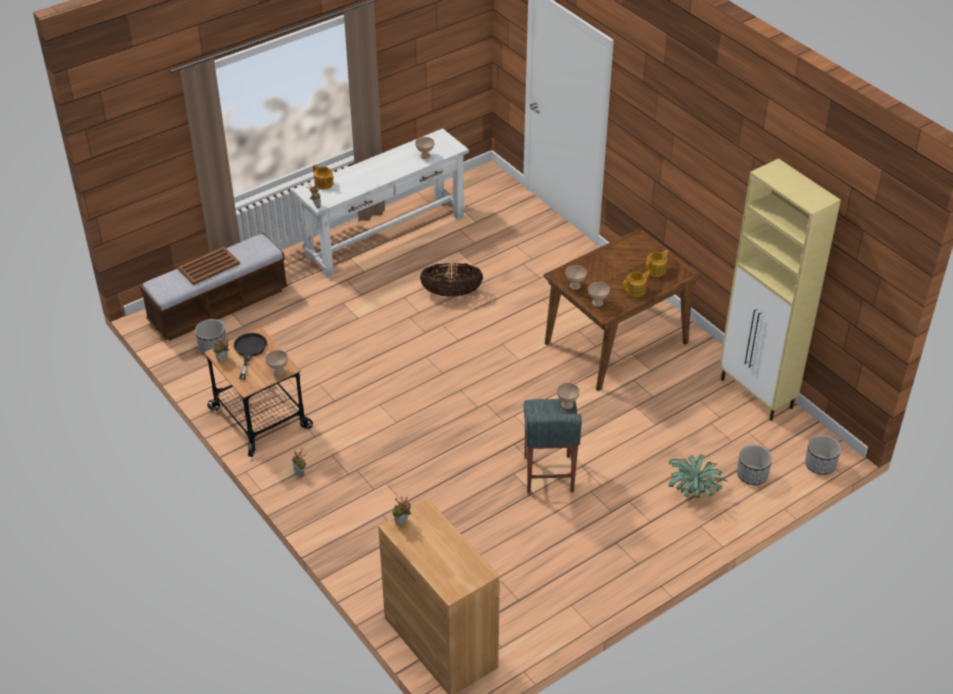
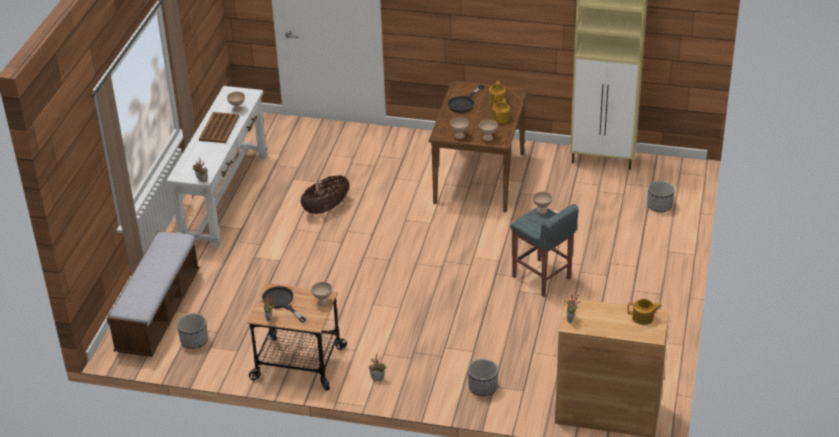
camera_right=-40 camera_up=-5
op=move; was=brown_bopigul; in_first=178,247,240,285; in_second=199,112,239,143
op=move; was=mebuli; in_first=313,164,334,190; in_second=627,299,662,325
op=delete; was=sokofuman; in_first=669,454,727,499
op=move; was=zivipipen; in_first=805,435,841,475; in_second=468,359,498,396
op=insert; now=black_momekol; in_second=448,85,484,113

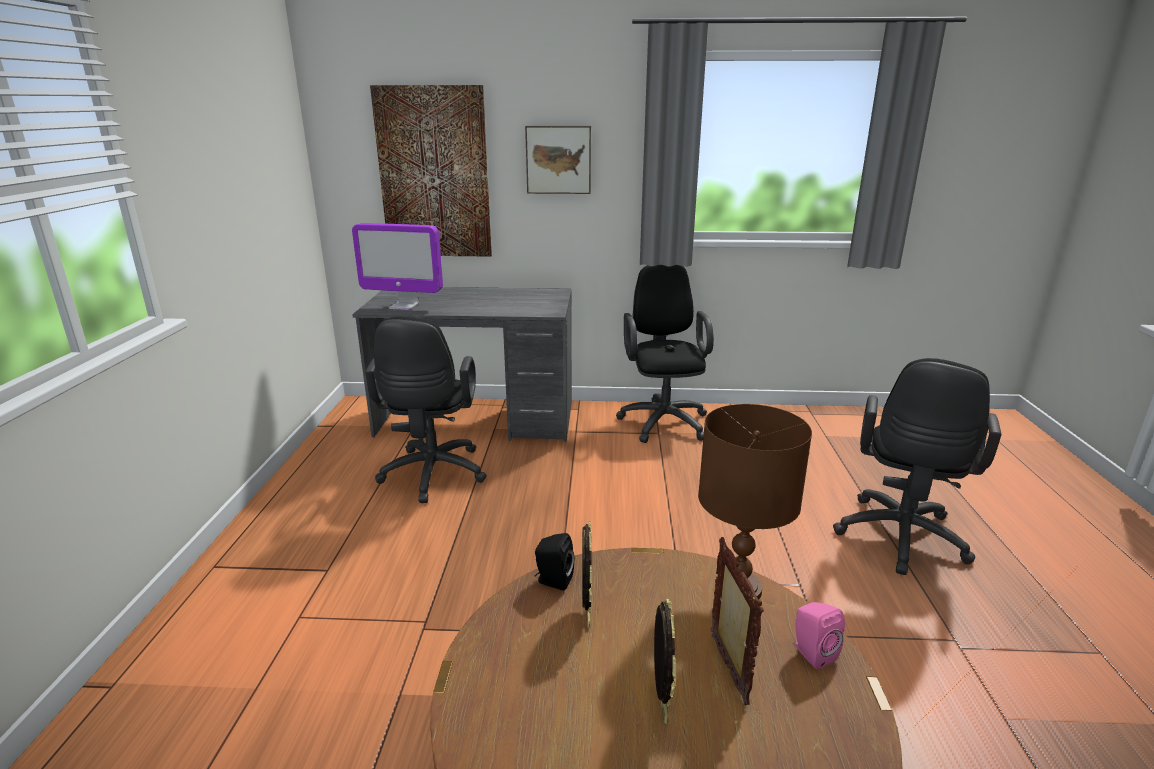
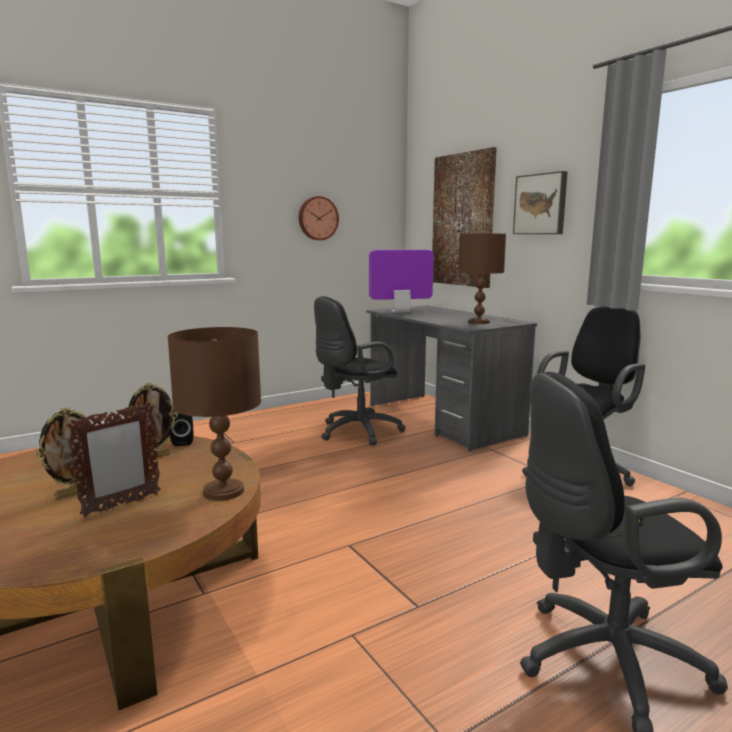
camera_right=55 camera_up=-10
op=rotate; was=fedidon; in_first=352,223,443,310; in_second=369,250,434,313; clockwise=105
op=delete; was=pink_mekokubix; in_first=794,602,845,669
op=insert; now=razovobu; in_second=299,196,339,240
op=insert; now=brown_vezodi; in_second=458,234,506,324

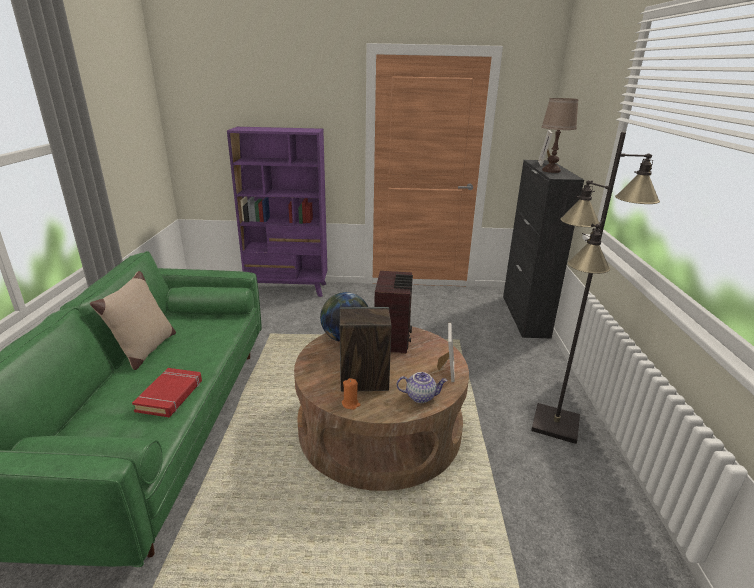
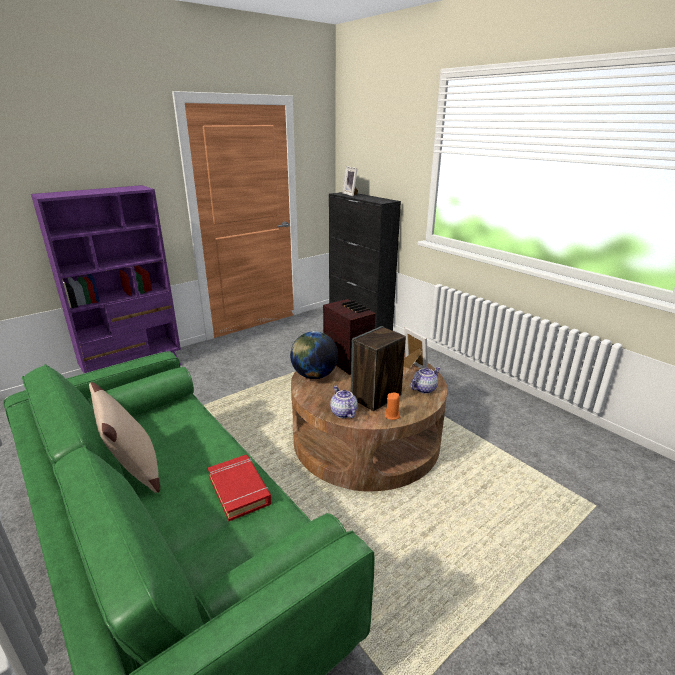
camera_right=-40 camera_up=0
op=delete; was=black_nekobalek; in_first=531,132,660,444
op=delete; was=brown_vezodi; in_first=542,98,579,173
op=insert; now=mebuli; in_second=330,386,358,418

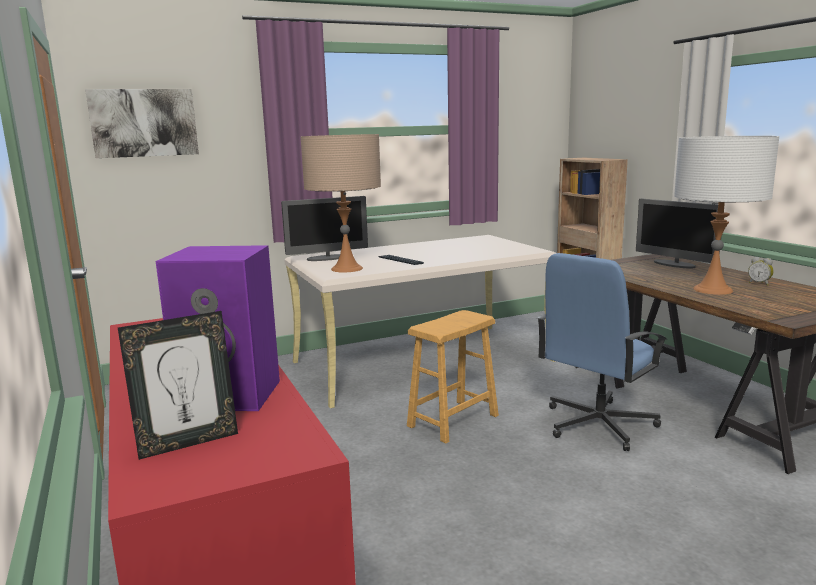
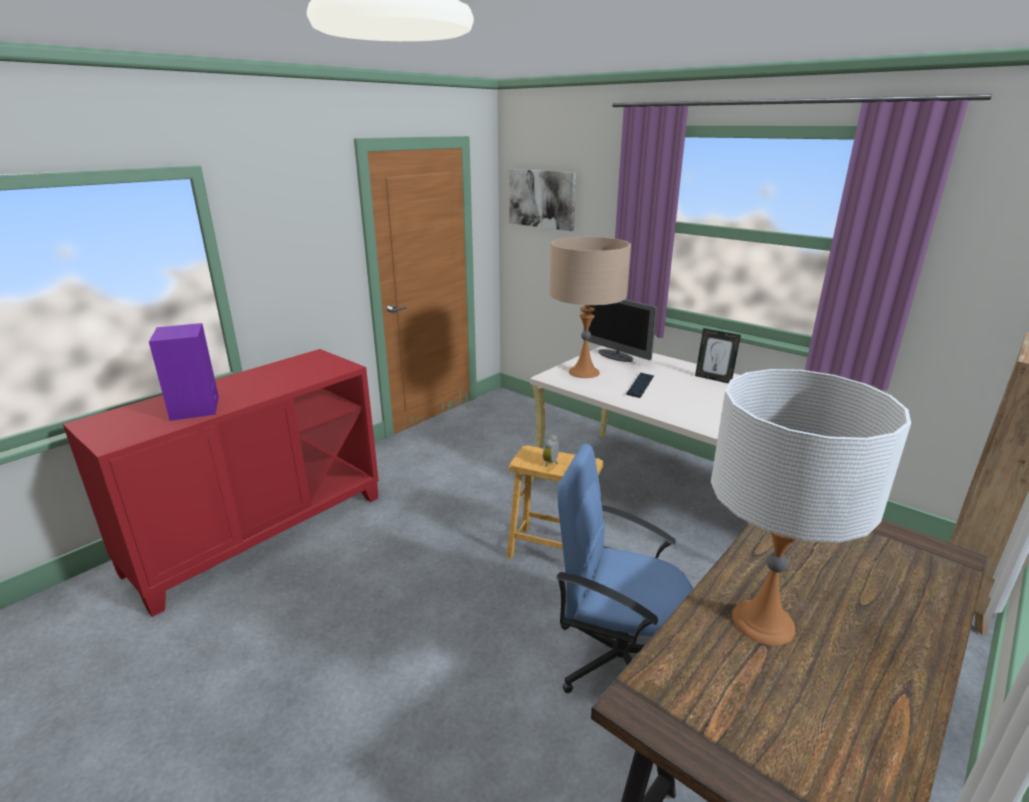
camera_right=65 camera_up=10
op=move; was=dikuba; in_first=118,311,238,460; in_second=695,328,741,383
op=delete; was=fedidon; in_first=636,199,721,269
op=move; was=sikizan; in_first=748,257,774,286; in_second=543,435,559,467

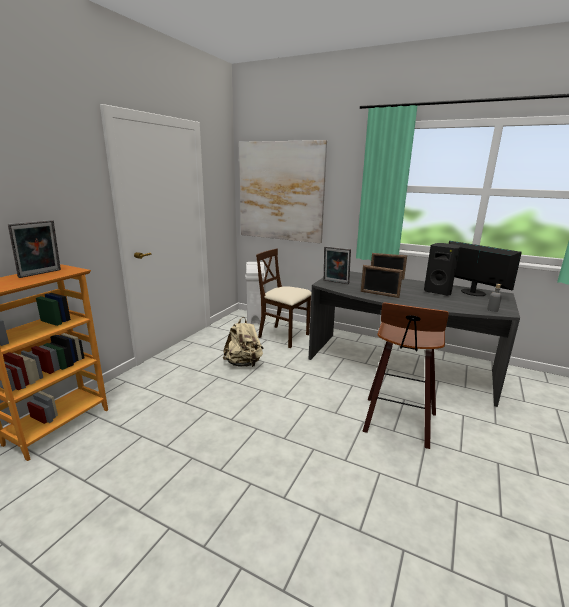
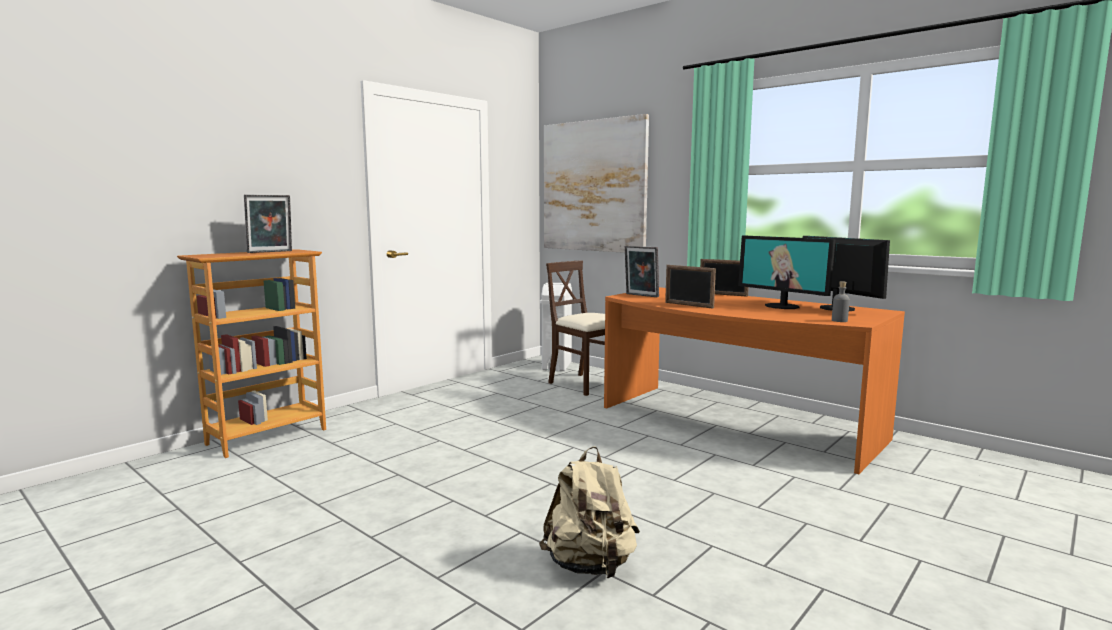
camera_right=15 camera_up=-10
op=move; was=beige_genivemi; in_first=223,317,264,367; in_second=539,446,640,578
op=recolor; was=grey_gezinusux; now=orange_gezinusux; in_first=309,271,520,407; in_second=604,287,905,474
op=delete; was=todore; in_first=362,303,449,449
op=replace; was=black_mekokubix; now=fedidon; in_first=424,243,460,296; in_second=738,235,836,309

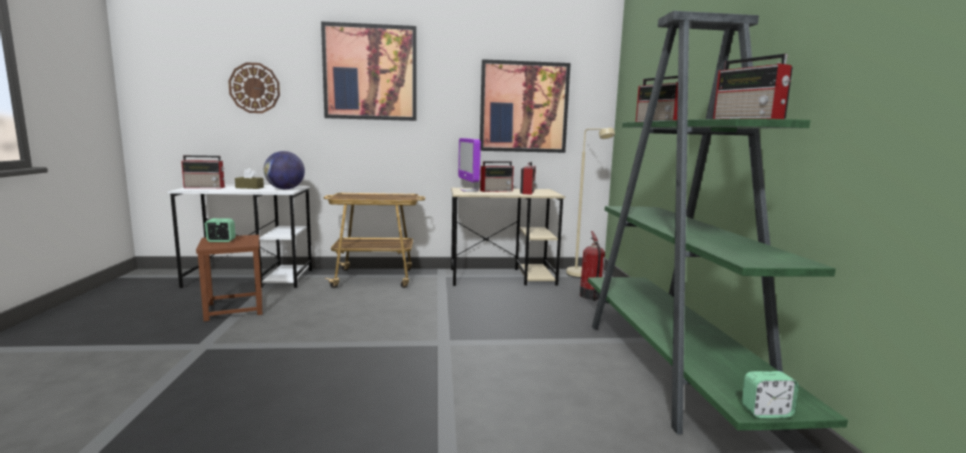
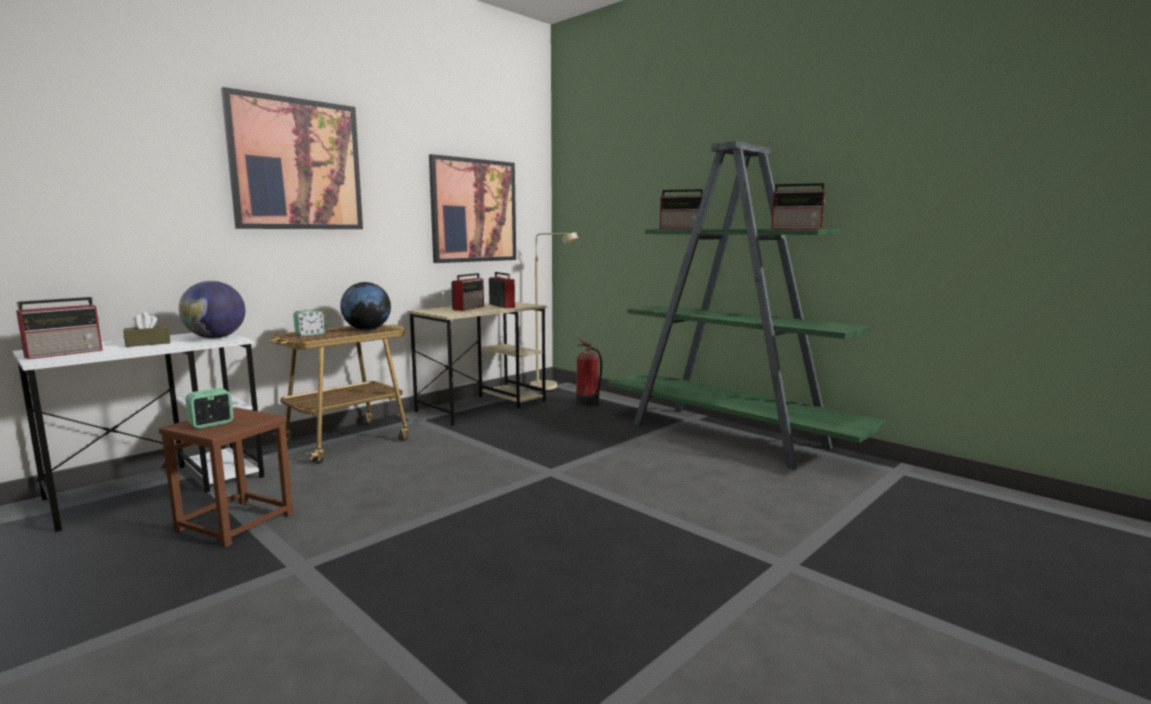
camera_right=-40 camera_up=0
op=delete; was=razovobu; in_first=228,62,280,113
op=delete; was=fedidon; in_first=458,138,481,192
op=move; was=sikizan; in_first=742,371,798,418; in_second=293,309,326,336
op=insert; now=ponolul; in_second=340,282,391,330

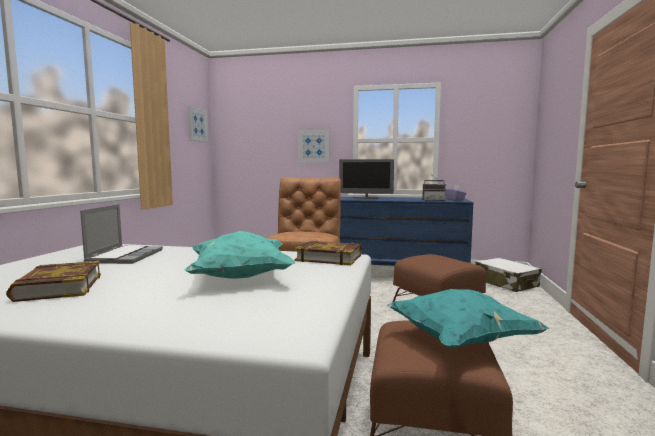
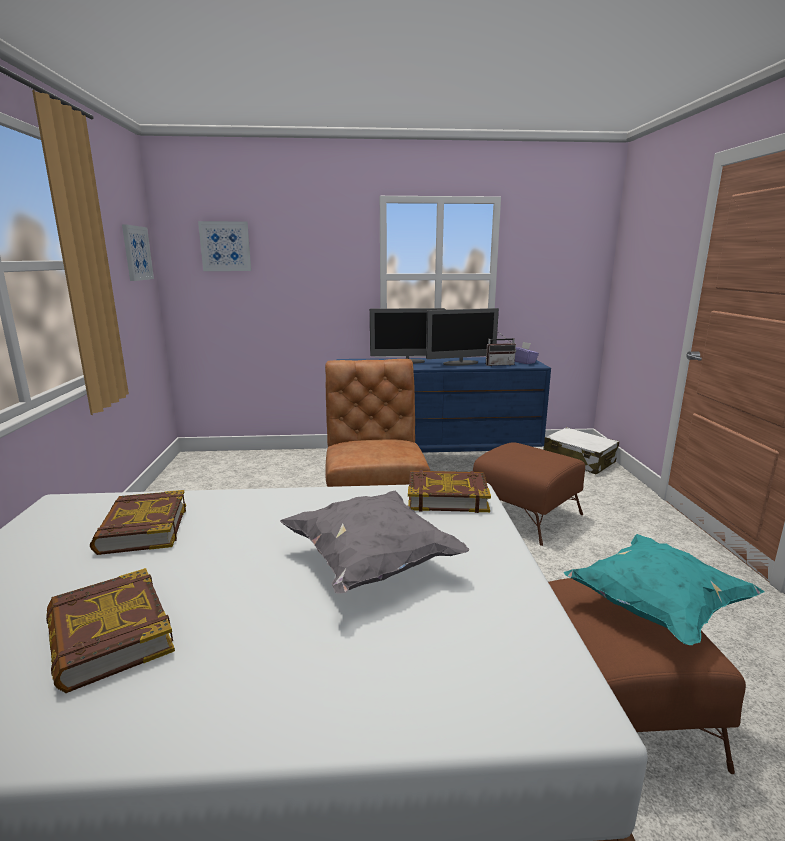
camera_right=-15 camera_up=10
op=replace; was=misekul; now=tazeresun; in_first=80,204,163,264; in_second=90,490,186,555
op=recolor; was=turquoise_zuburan; now=grey_zuburan; in_first=185,231,295,279; in_second=280,491,469,594
op=move; was=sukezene; in_first=298,130,329,162; in_second=198,221,251,271
op=insert; now=fedidon; in_second=426,308,499,366

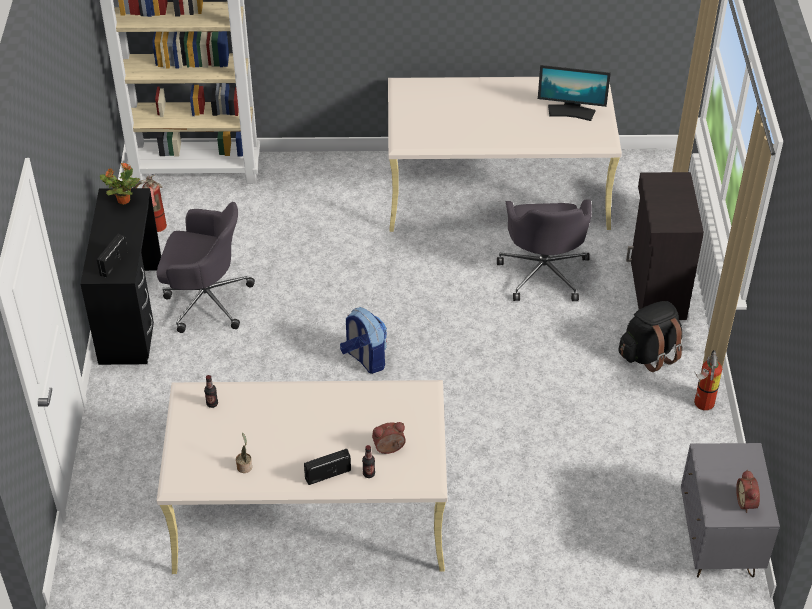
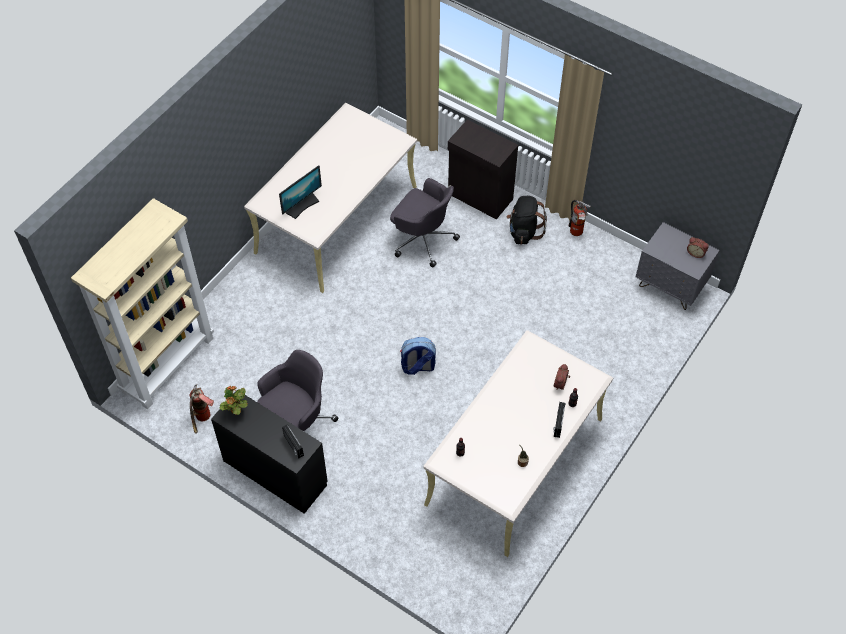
camera_right=-55 camera_up=10
op=move; was=fedidon; in_first=538,65,611,121; in_second=279,165,322,219

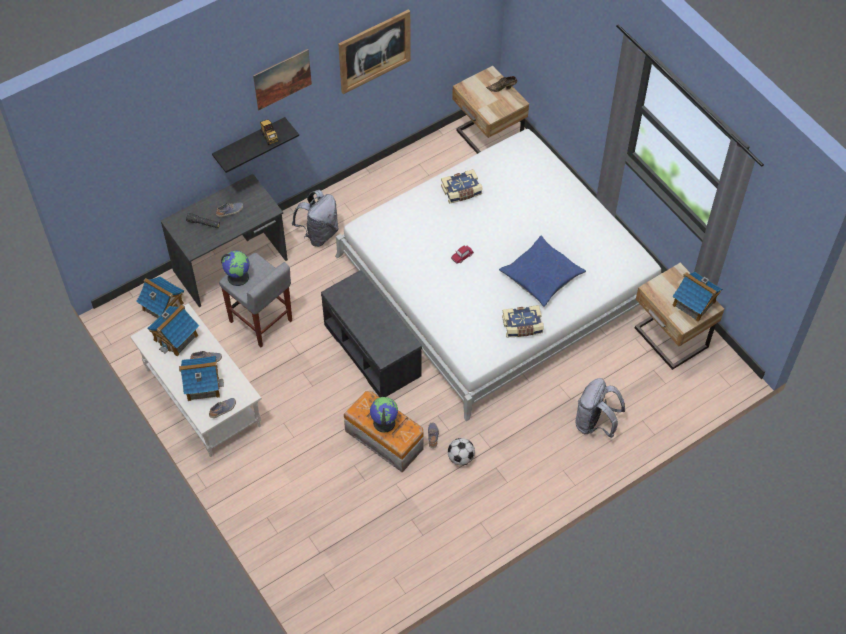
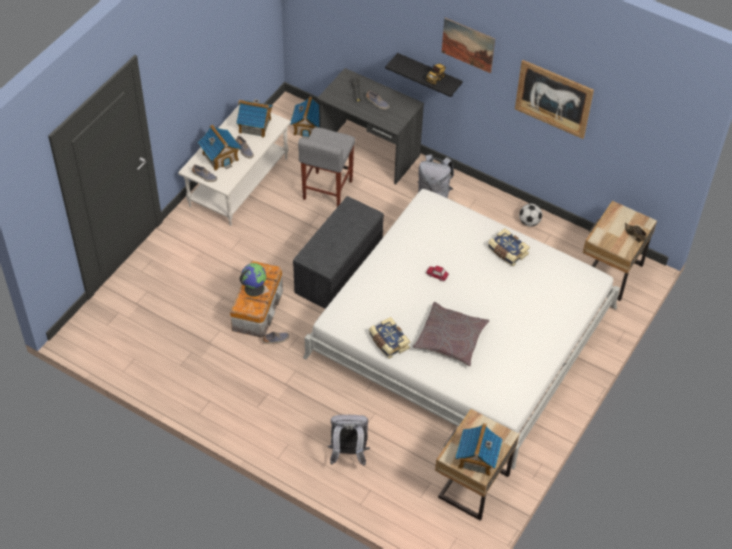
camera_right=65 camera_up=-5
op=delete; was=ponolul; in_first=221,251,250,286
op=move; was=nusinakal; in_first=448,438,475,466; in_second=519,204,542,227
op=recolor; was=blue_zuburan; now=grey_zuburan; in_first=499,235,586,307; in_second=413,302,490,367

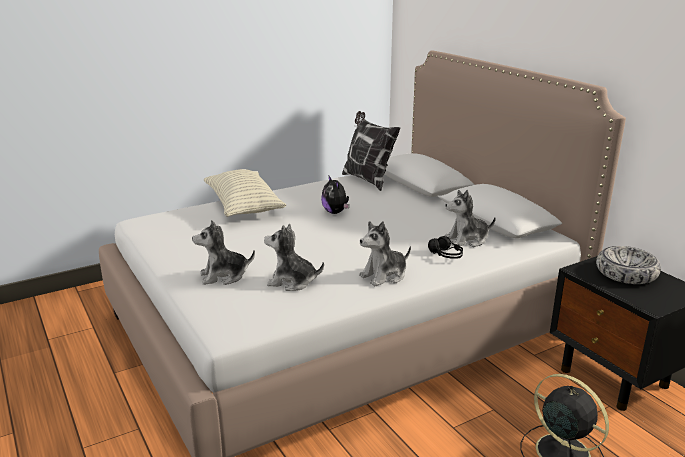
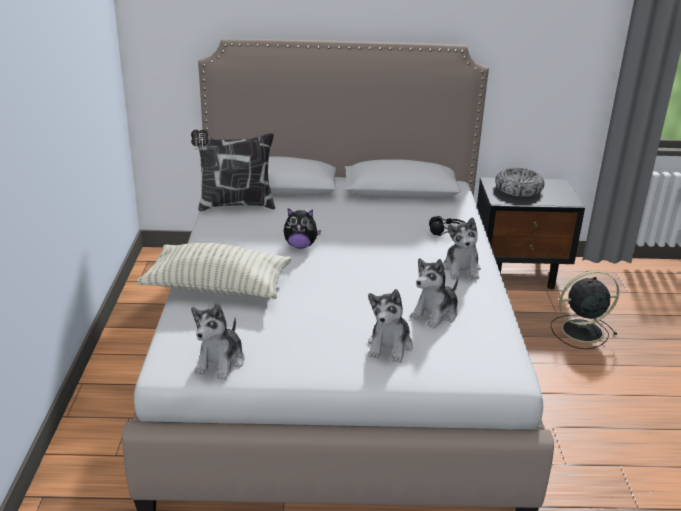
camera_right=-60 camera_up=5
op=move; was=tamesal; in_first=445,190,496,247; in_second=191,304,245,380

